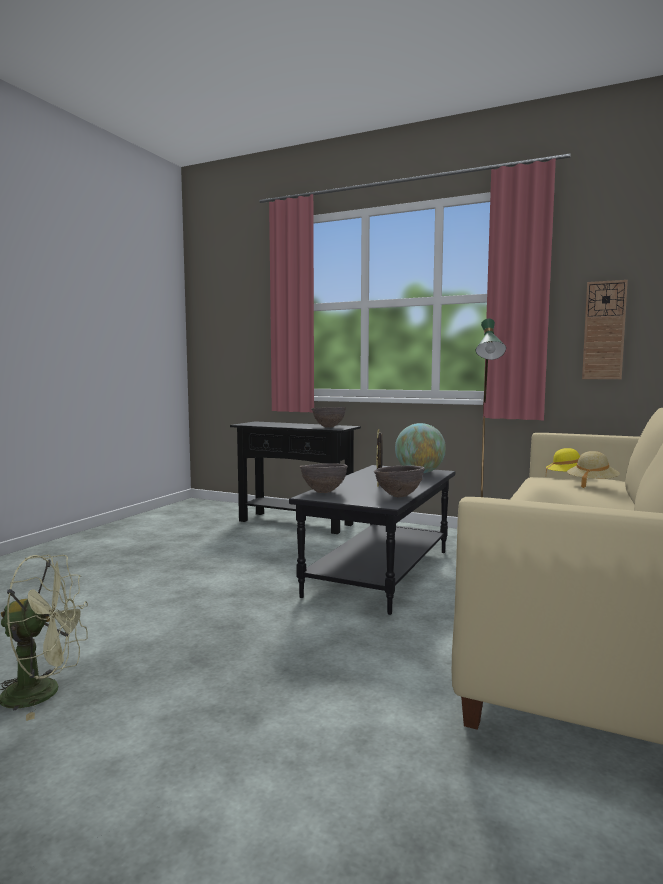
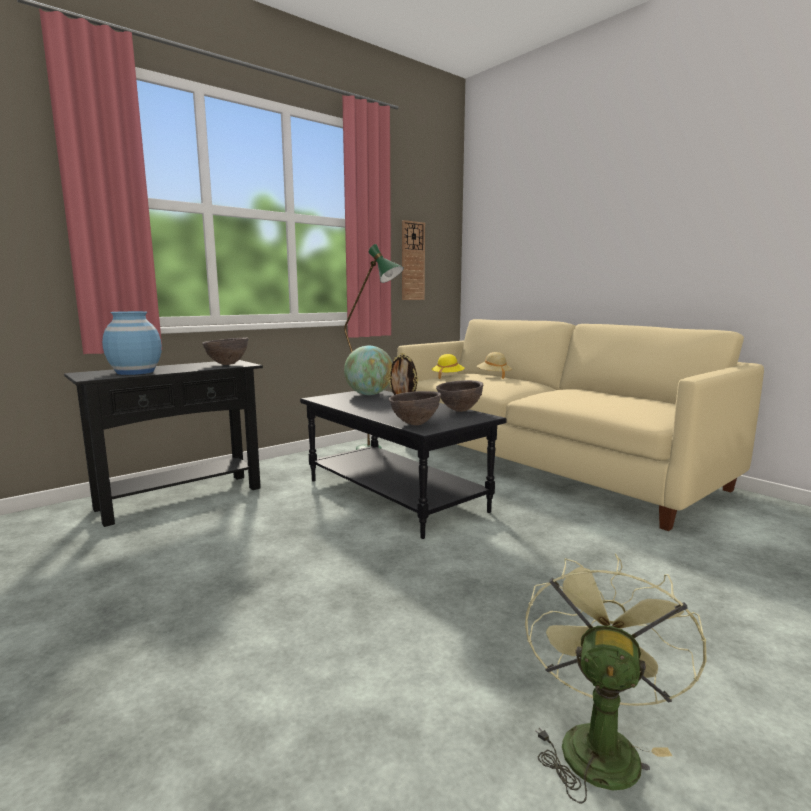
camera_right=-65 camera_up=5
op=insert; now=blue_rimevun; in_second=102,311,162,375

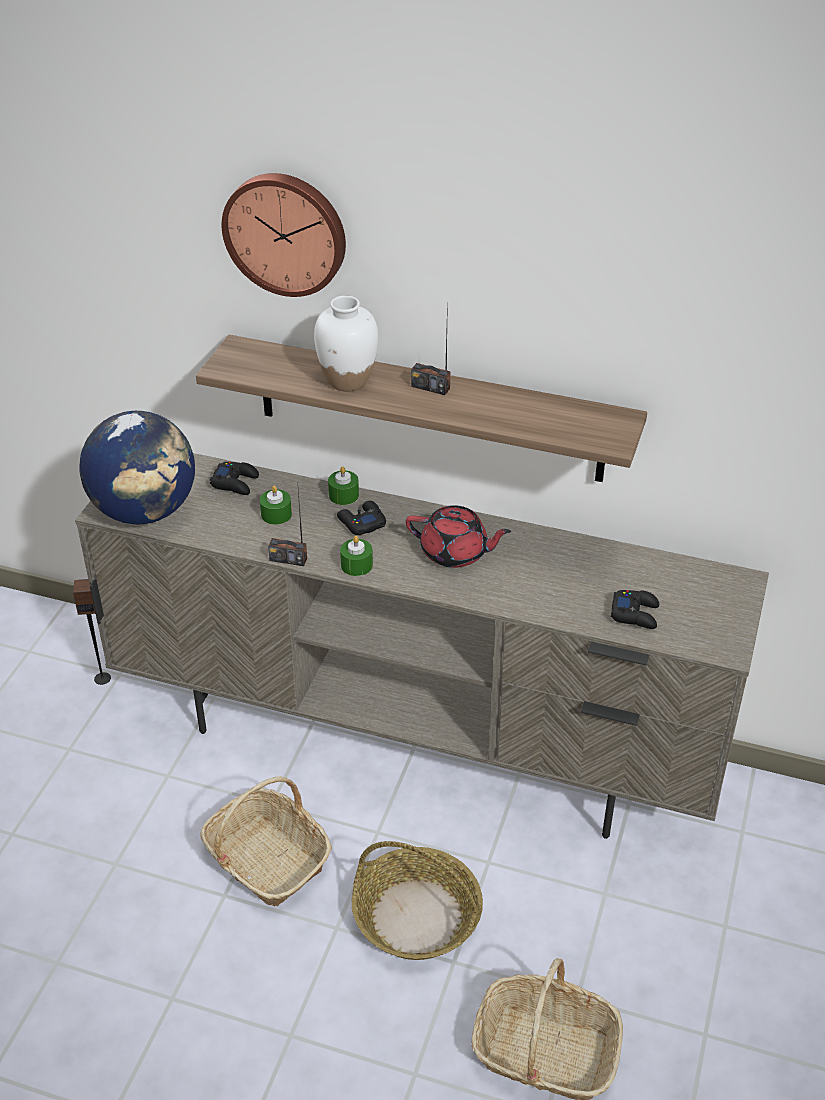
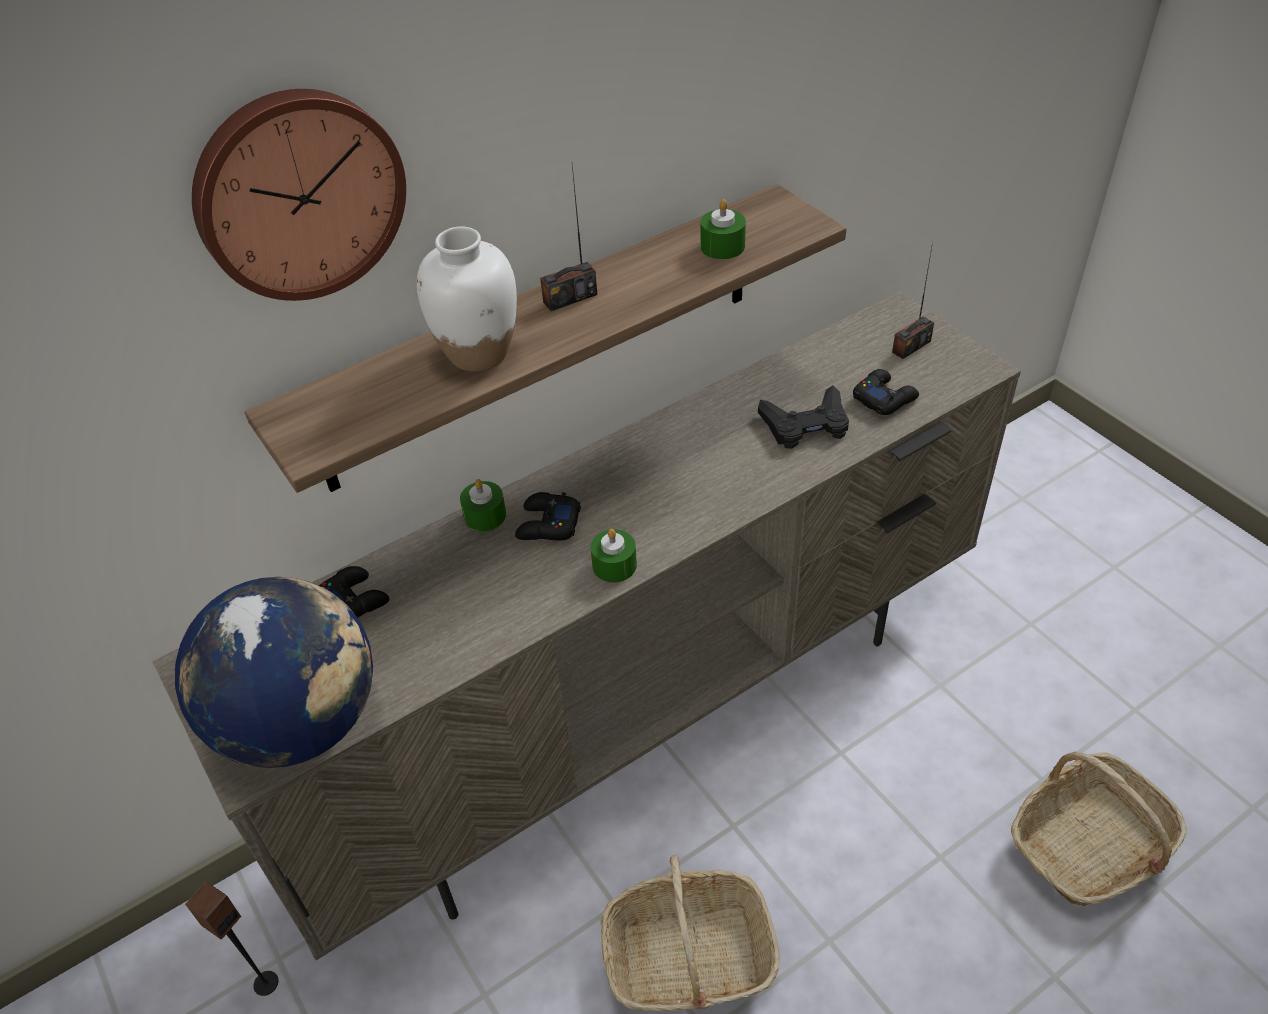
camera_right=-50 camera_up=5
op=move; was=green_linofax; in_first=260,486,292,525; in_second=700,199,746,260
op=move; was=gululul; in_first=268,491,307,566; in_second=892,242,934,359
op=delete; was=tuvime; in_first=352,841,483,960
op=delete; was=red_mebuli; in_first=406,505,511,568
op=insert; now=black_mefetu; in_second=758,386,849,449

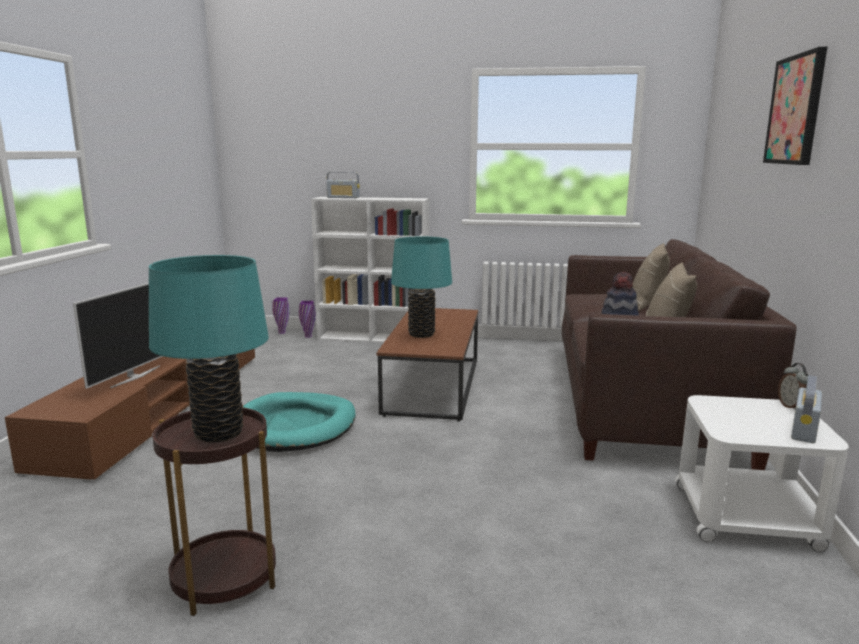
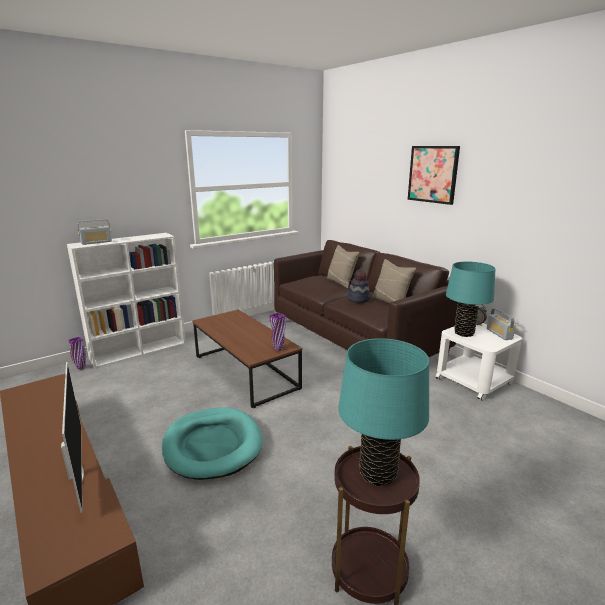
camera_right=-45 camera_up=5
op=move; was=purple_rimevun; in_first=272,298,289,334; in_second=269,313,286,351
op=move; was=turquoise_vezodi; in_first=391,236,452,338; in_second=446,261,495,337

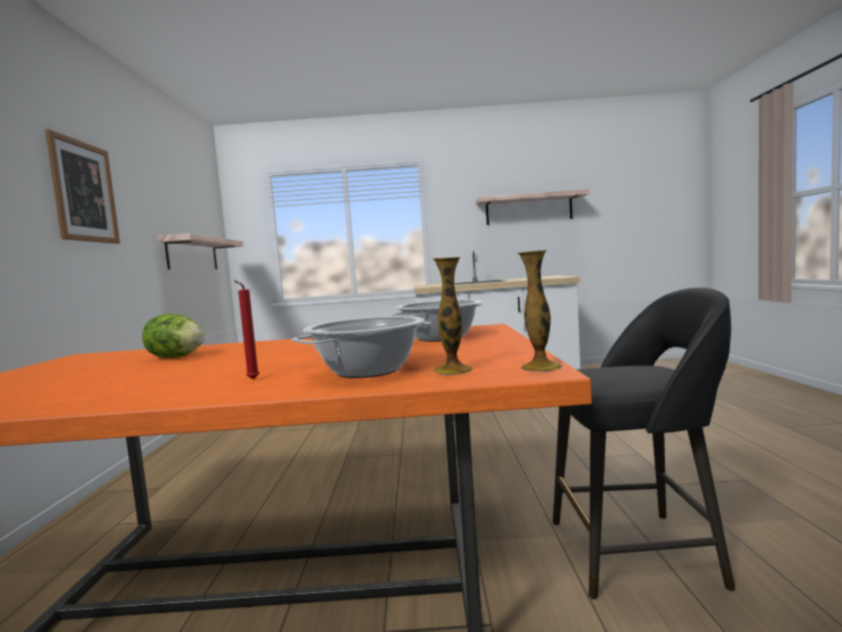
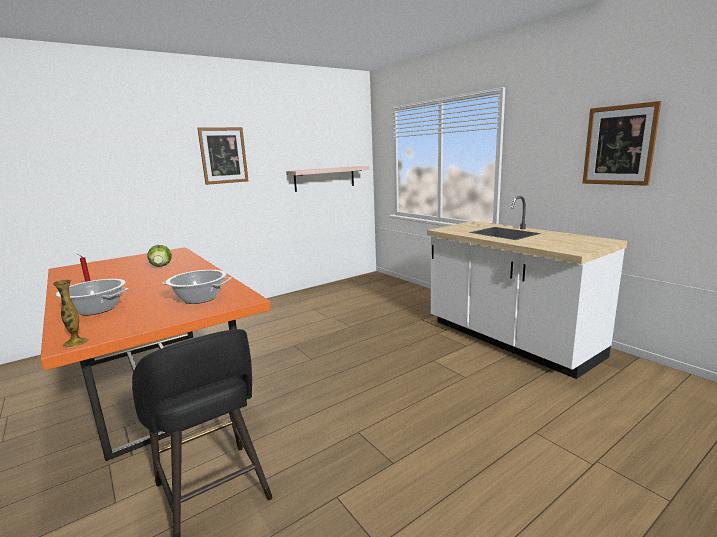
camera_right=55 camera_up=10
op=delete; was=rimevun; in_first=433,257,472,375
op=replace; was=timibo; now=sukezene; in_first=476,189,590,225; in_second=583,101,661,186

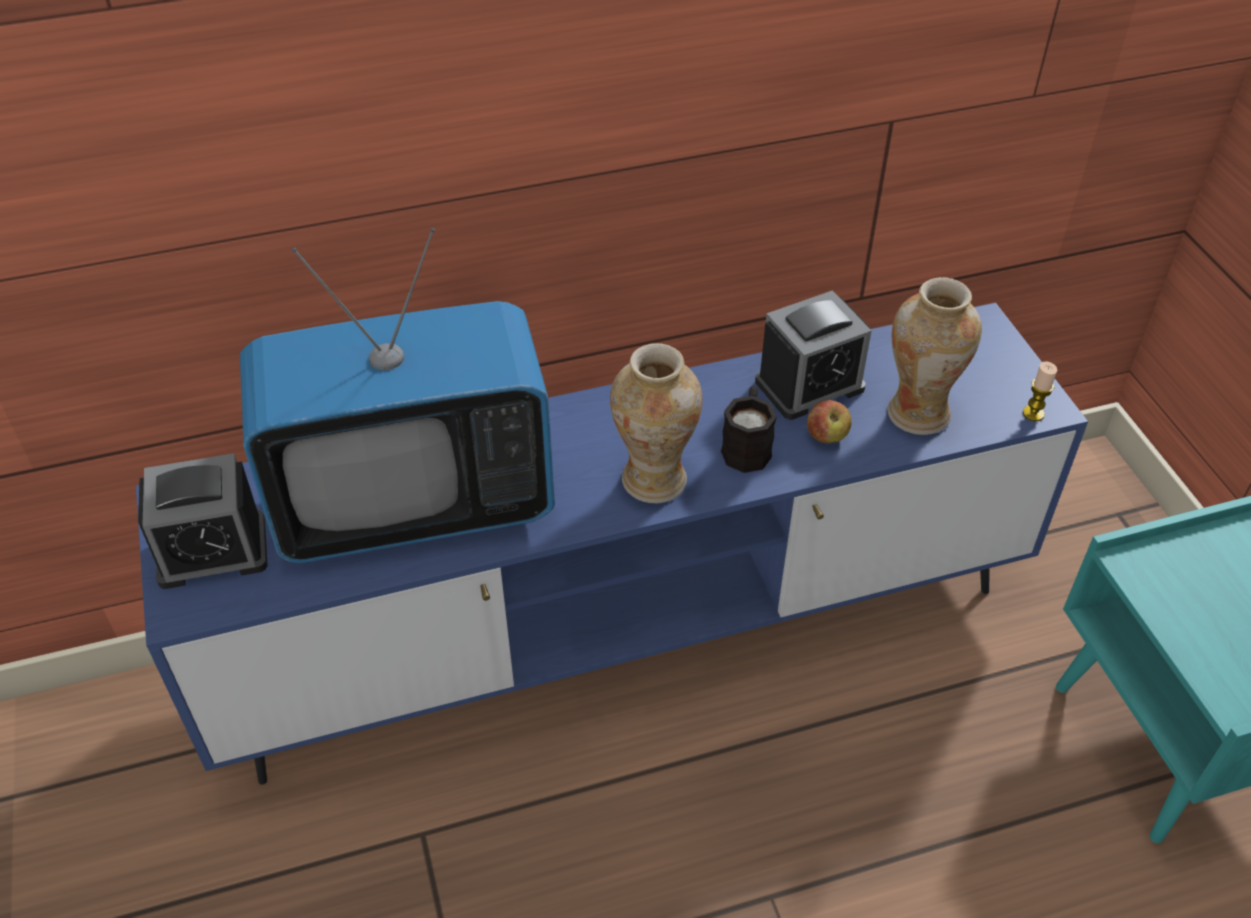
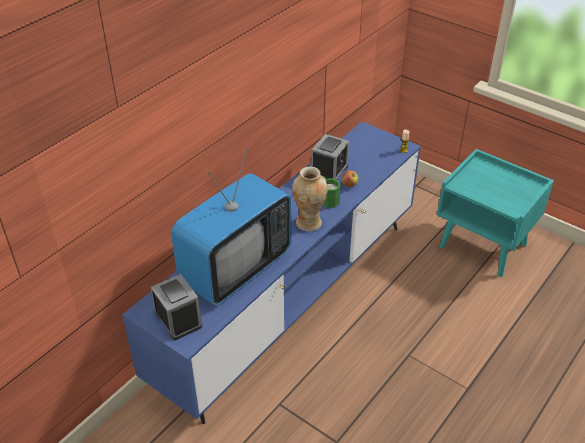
camera_right=-35 camera_up=-5
op=rotate; was=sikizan; in_first=138,453,268,589; in_second=151,274,202,340; clockwise=-75
op=recolor; was=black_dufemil; now=green_dufemil; in_first=721,386,777,473; in_second=322,176,341,208
op=delete; was=rimevun; in_first=887,277,982,435

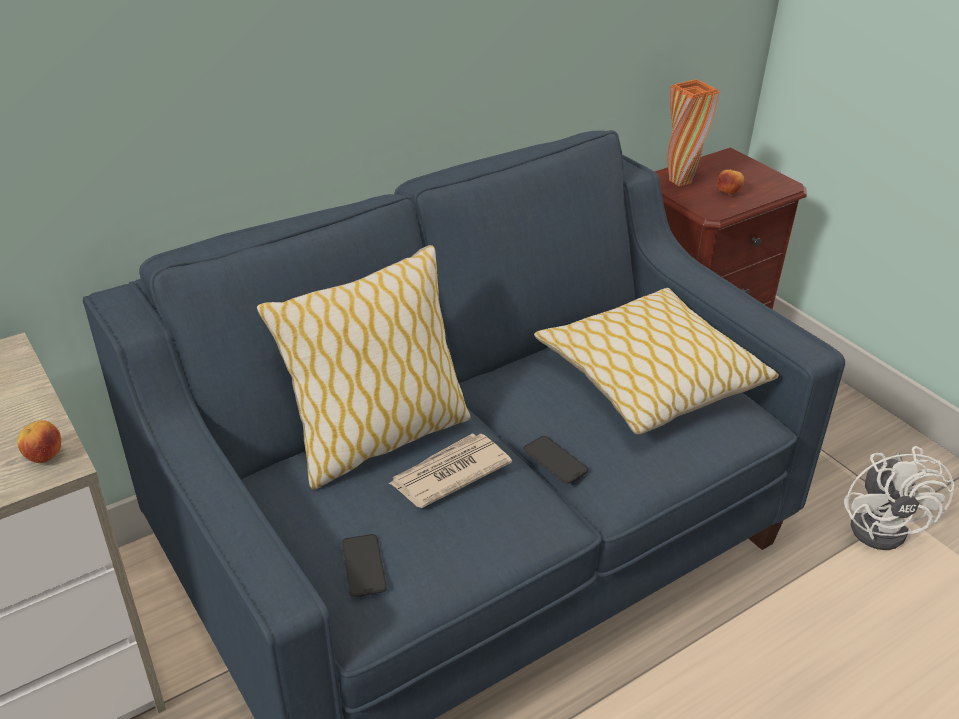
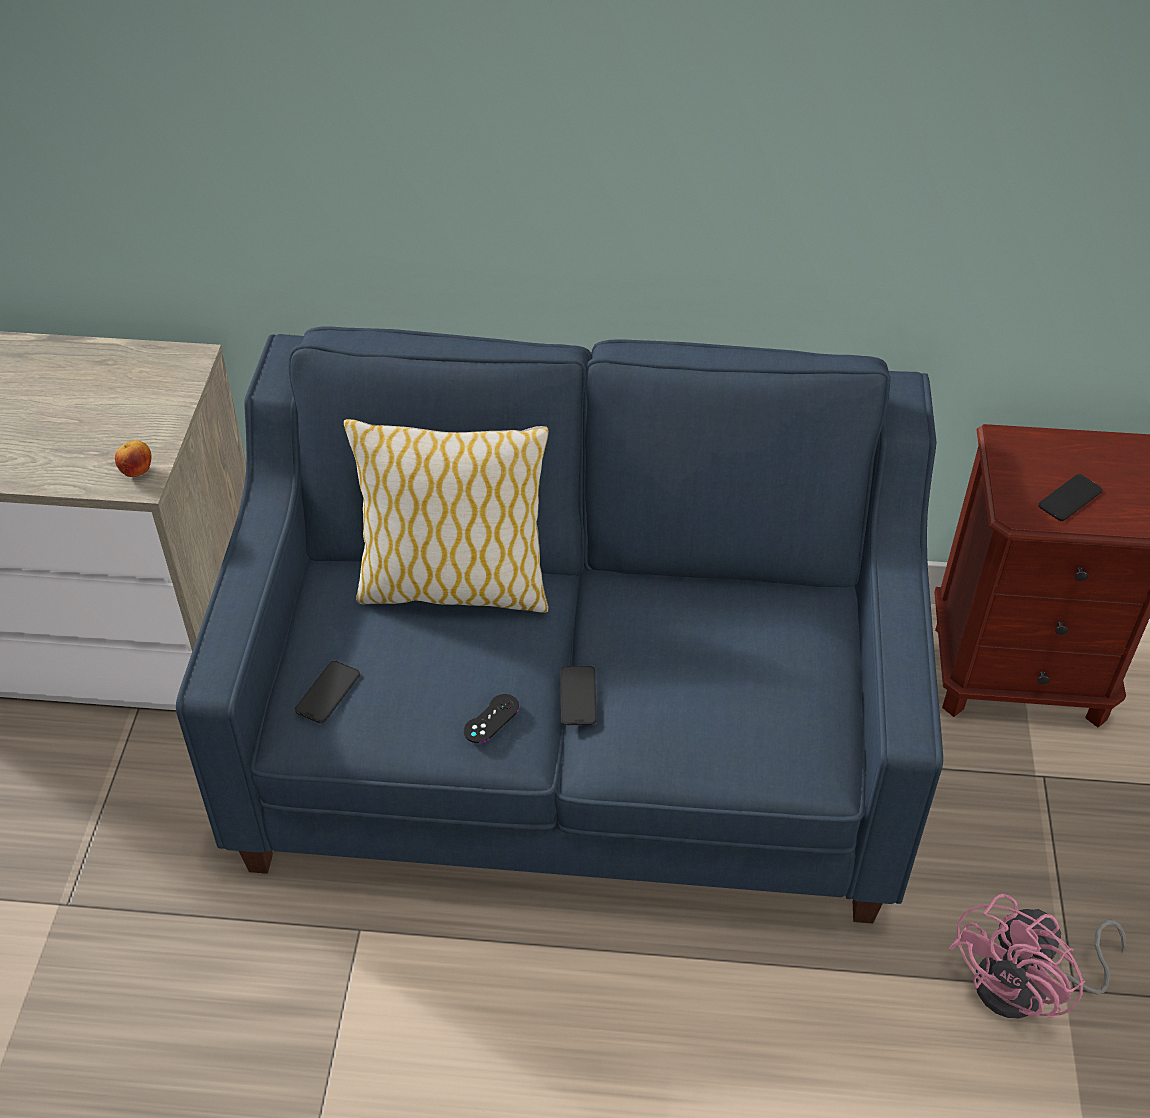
camera_right=40 camera_up=10
op=delete; was=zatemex; in_first=388,433,512,508
op=delete; was=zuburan; in_first=534,288,779,435
op=delete; was=orange_rimevun; in_first=667,79,719,187
op=replace; was=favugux; now=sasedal; in_first=717,169,744,195; in_second=1038,474,1102,521
op=recolor; was=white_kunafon; now=pink_kunafon; in_first=844,446,954,550; in_second=949,894,1126,1018
op=insert; now=black_mefetu; in_second=464,694,519,743

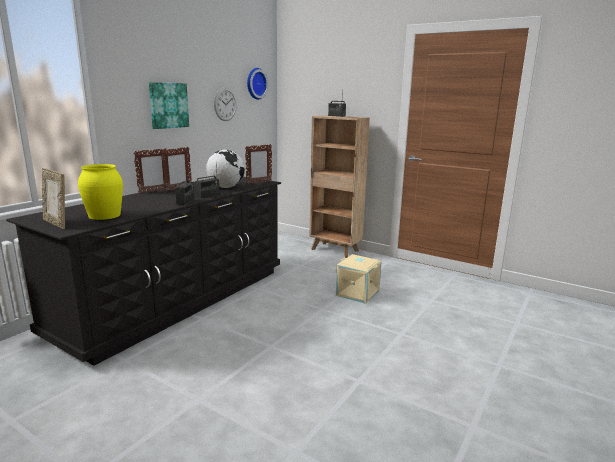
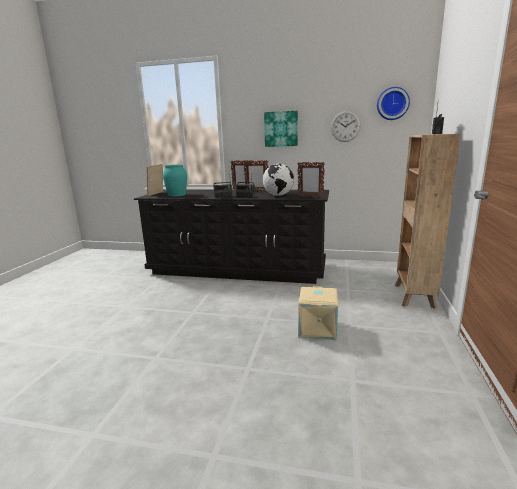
camera_right=70 camera_up=0
op=recolor; was=yellow_rimevun; now=turquoise_rimevun; in_first=78,164,123,220; in_second=163,165,187,197

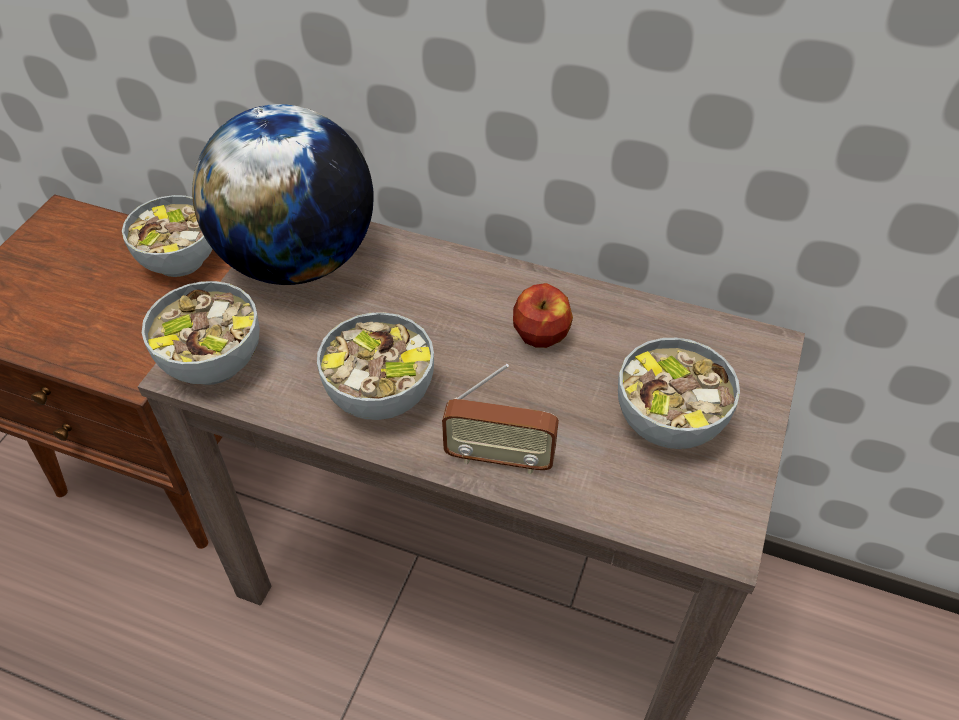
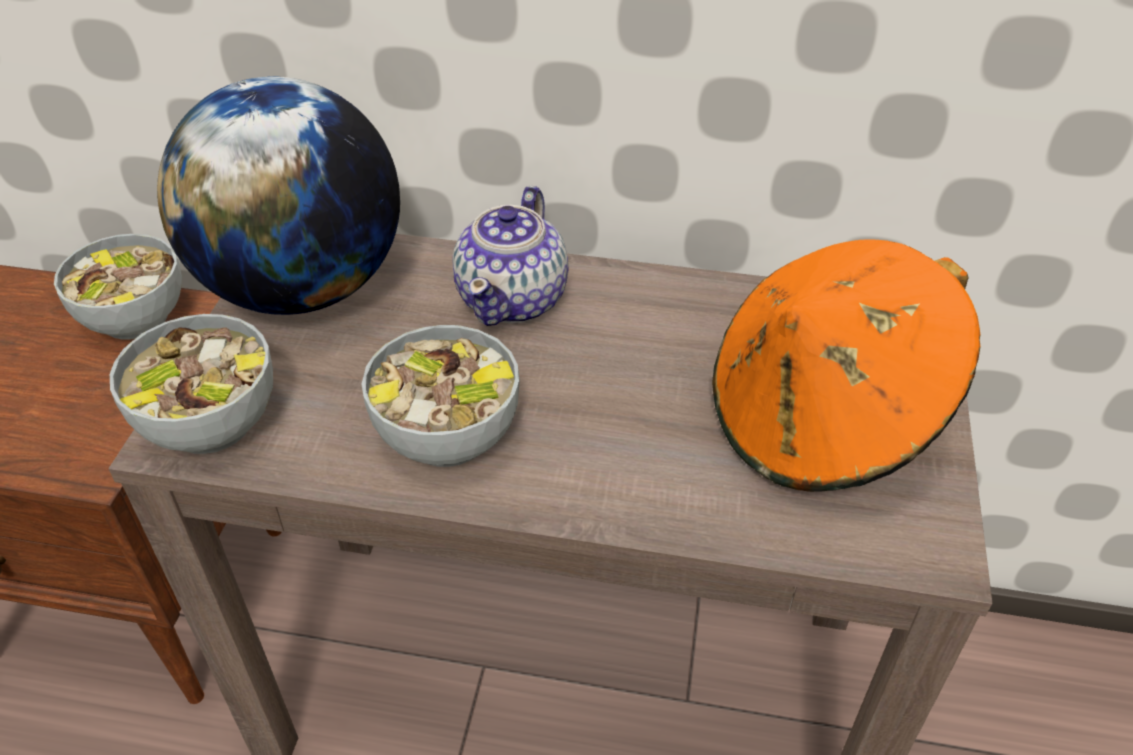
camera_right=-10 camera_up=-5
op=delete; was=gululul; in_first=442,364,559,475
op=delete; was=favugux; in_first=513,283,573,348
op=replace; was=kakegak; now=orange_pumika; in_first=618,338,740,449; in_second=712,239,981,492
op=insert; now=mebuli; in_second=453,186,569,326

